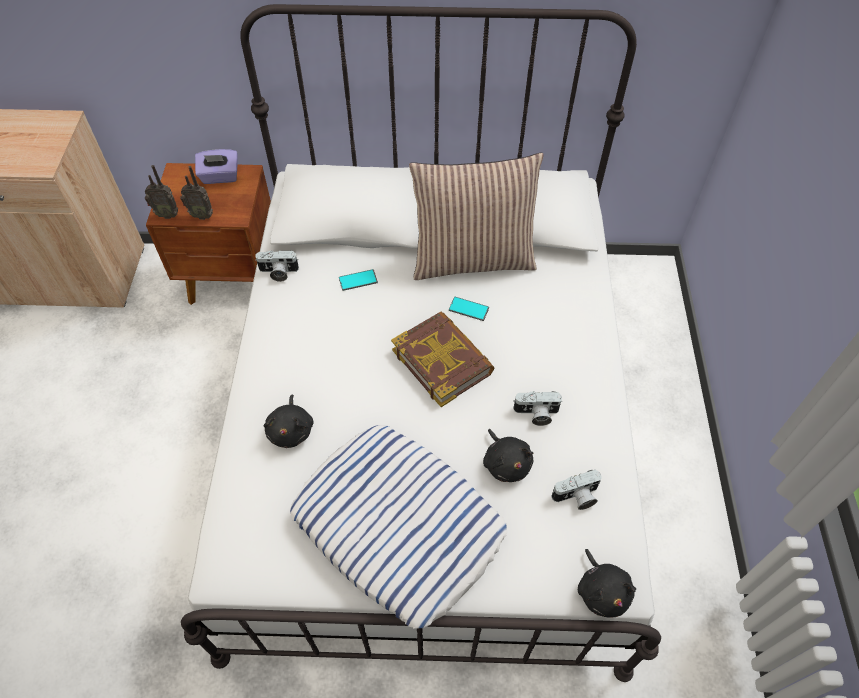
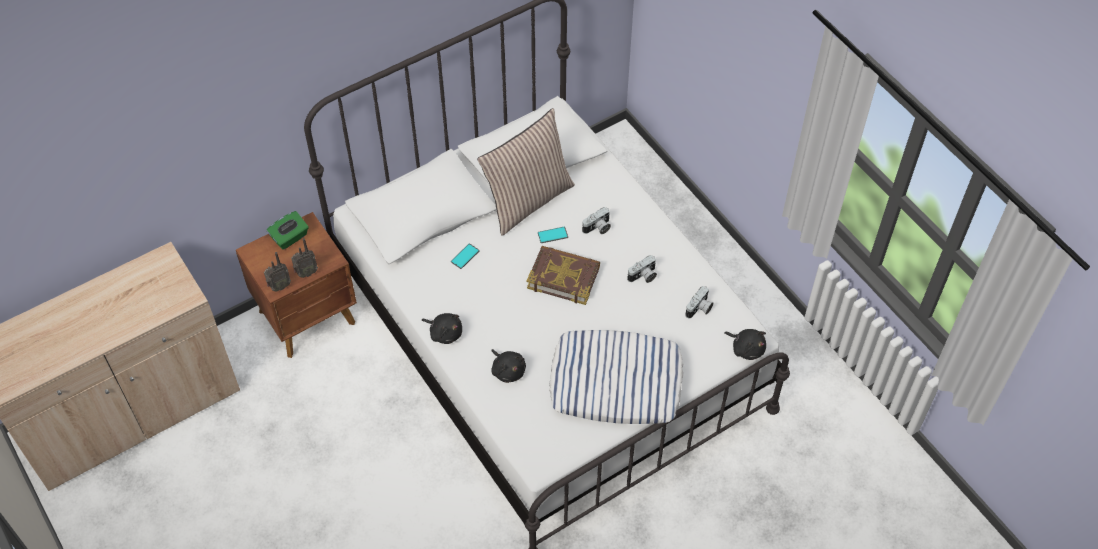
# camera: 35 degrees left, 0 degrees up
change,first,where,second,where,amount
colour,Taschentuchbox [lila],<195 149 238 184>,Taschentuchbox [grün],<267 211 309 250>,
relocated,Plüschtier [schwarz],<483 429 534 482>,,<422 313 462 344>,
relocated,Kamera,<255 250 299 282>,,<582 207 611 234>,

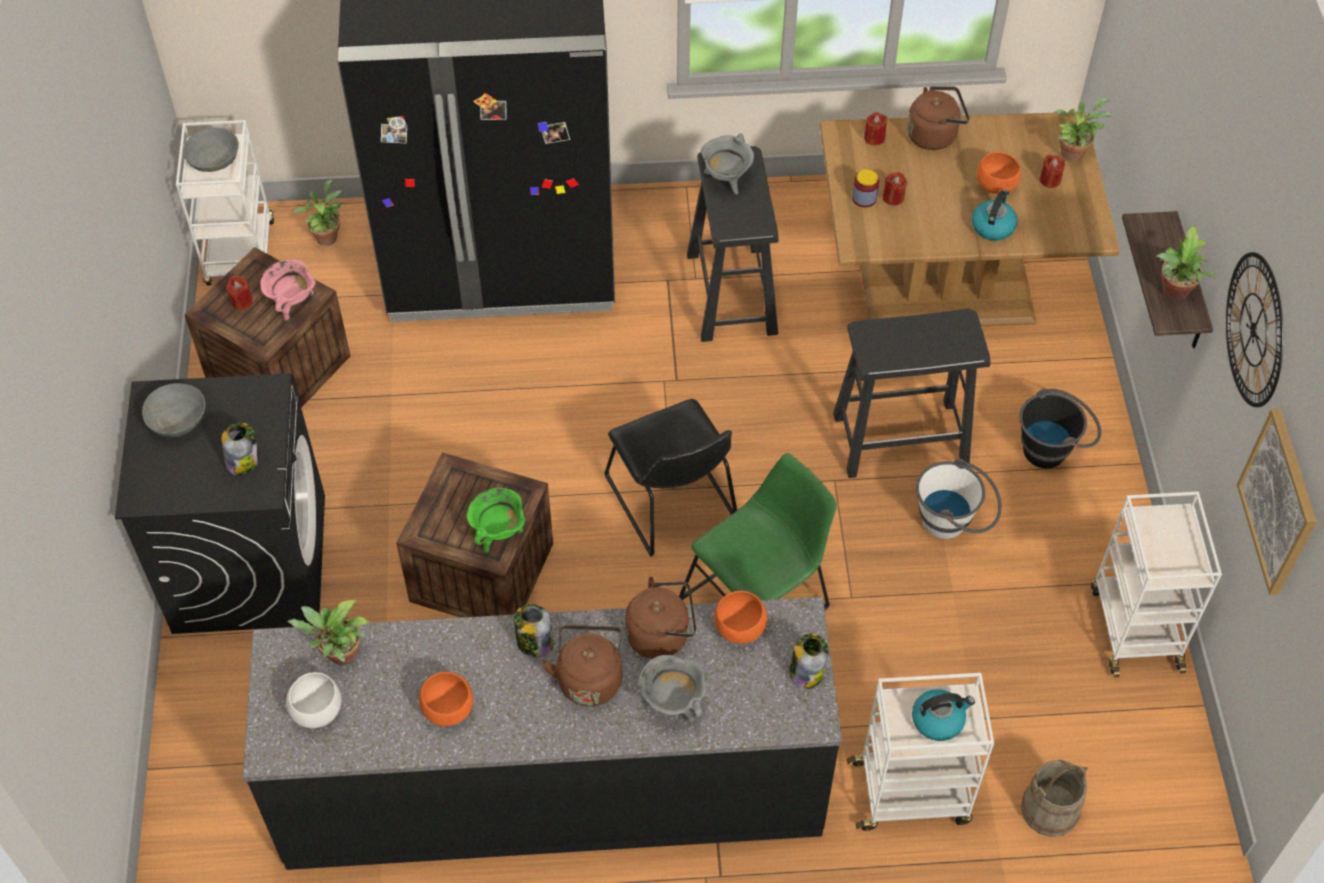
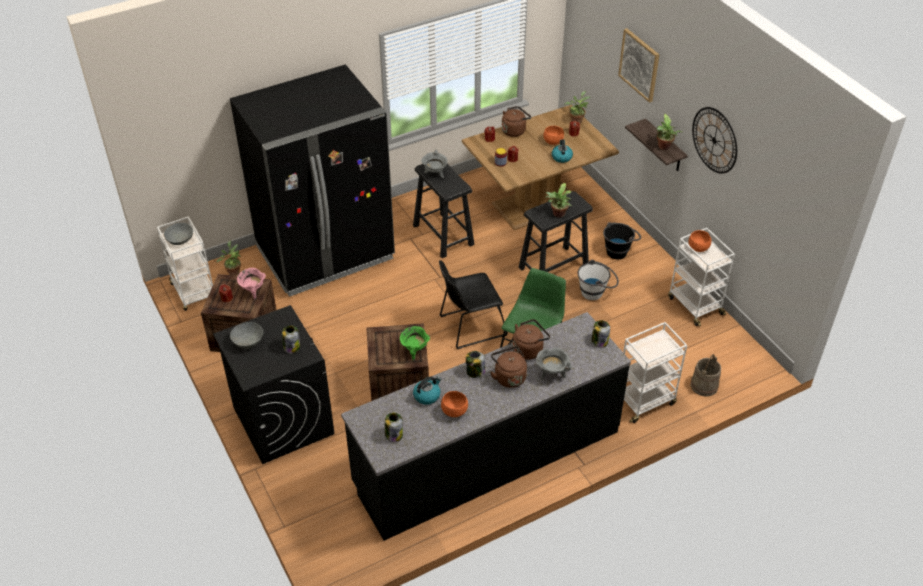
# camera: 25 degrees left, 10 degrees down
change,first,where,second,where,amount
exchanged,Schüssel [weiß],<286 672 341 728>,Vorratsglas,<385 413 403 442>,
relocated,Wasserkessel,<912 689 975 741>,,<413 377 441 405>,
spun,Stuhl [schwarz],<604 399 737 557>,,<439 260 508 349>,120 degrees clockwise
relocated,Topfpflanze,<287 600 370 665>,,<545 183 572 218>,
relocated,Bild,<1237 409 1317 595>,,<618 28 659 103>,
relocated,Schüssel [orange],<714 591 767 644>,,<689 230 711 252>,

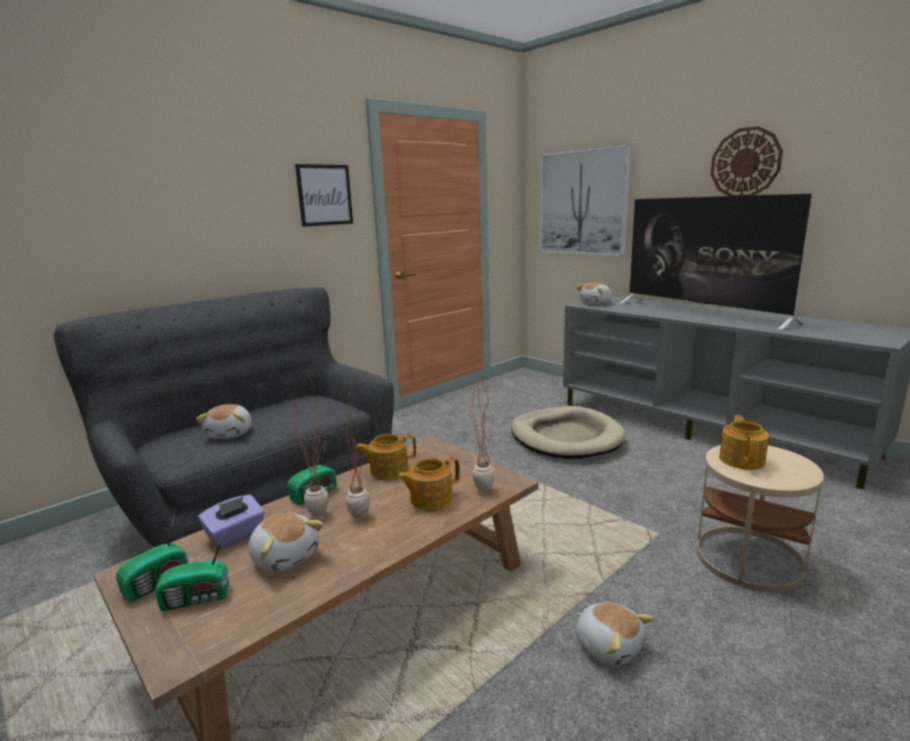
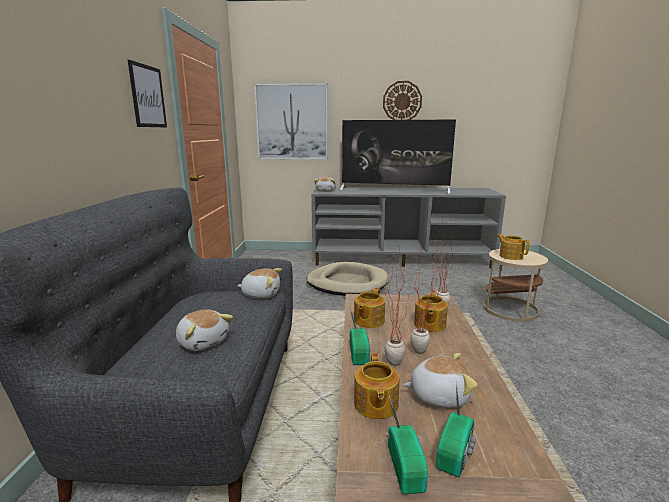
# camera: 45 degrees left, 0 degrees up
change,first,where,second,where,amount
relocated,Plüschtier,<576 602 654 666>,,<237 268 282 299>,
exchanged,Taschentuchbox [lila],<198 495 265 548>,Teekanne,<354 353 399 419>,

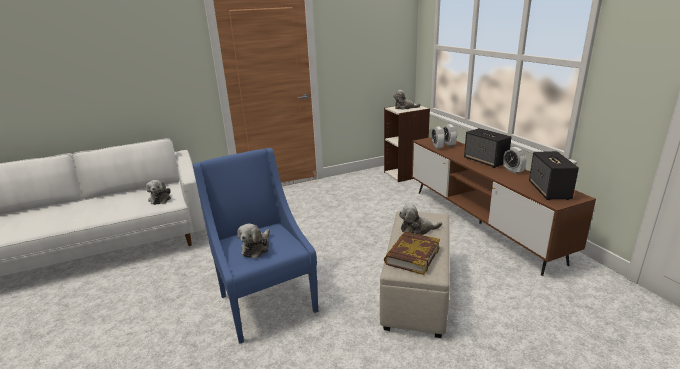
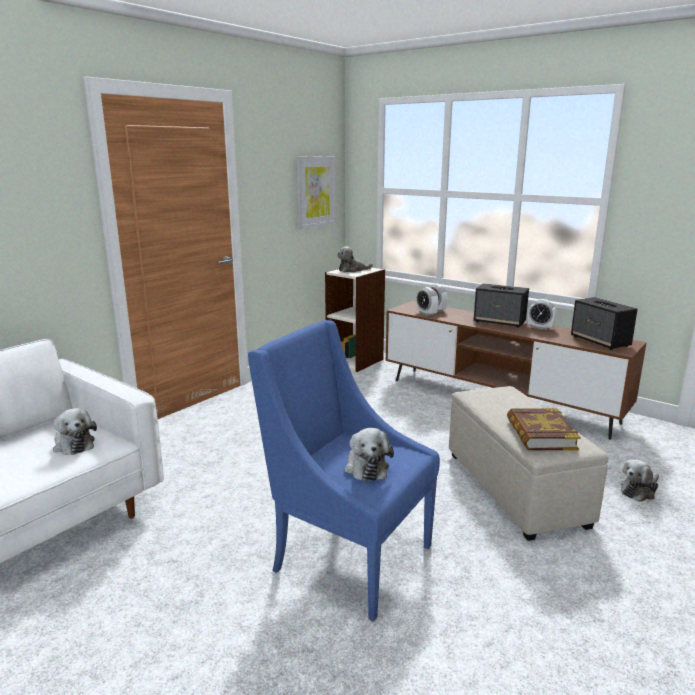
# camera: 30 degrees left, 5 degrees down
change,first,where,second,where,amount
appeared,,,Bild,<296 156 336 229>,
relocated,Plüschtier,<399 204 442 235>,,<621 459 659 502>,

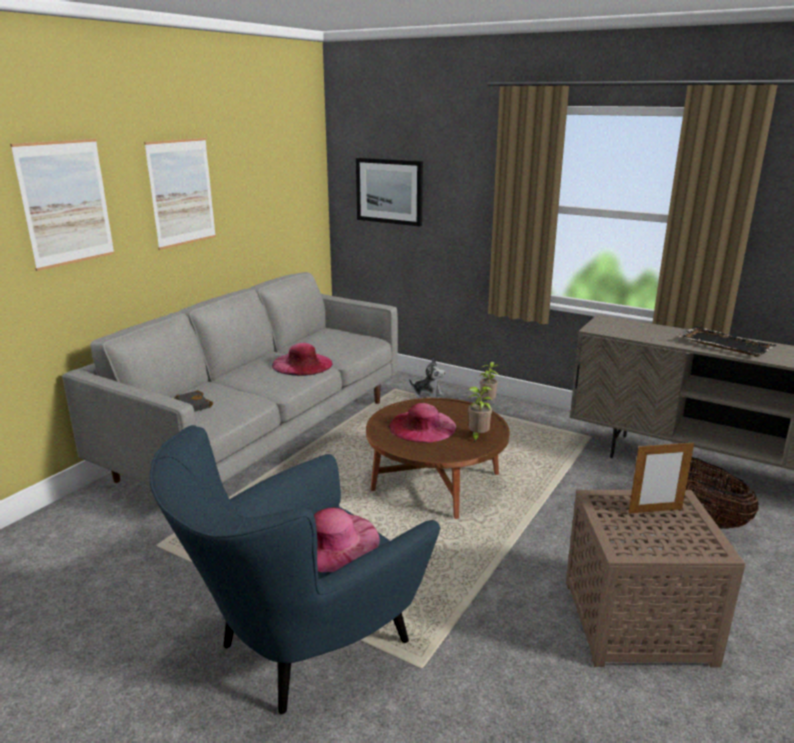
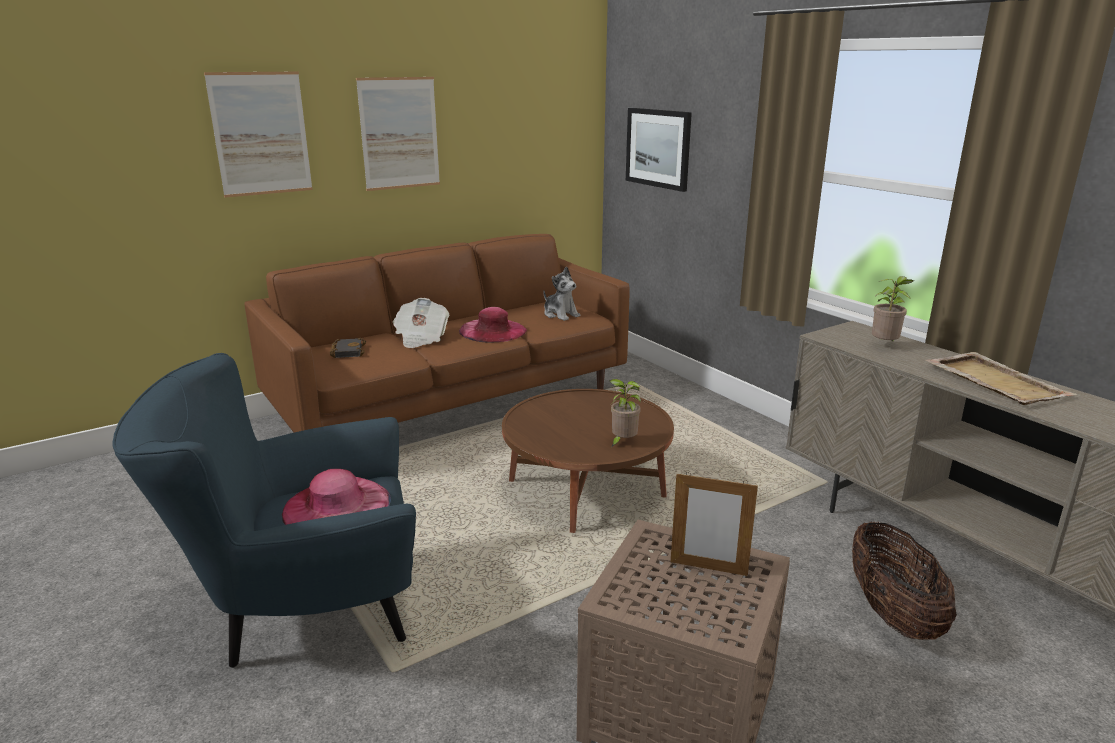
# camera: 25 degrees right, 0 degrees up
change,first,where,second,where,amount
colour,Sofa [grau],<62 272 398 486>,Sofa [braun],<245 234 629 432>,
appeared,,,Zeitung,<393 298 449 348>,
relocated,Plüschtier,<409 359 445 398>,,<544 266 580 321>,
relocated,Topfpflanze,<480 362 499 400>,,<872 276 914 341>,
colour,Tablett [schwarz],<678 326 776 357>,Tablett [beige],<925 352 1077 405>,
missing,Hut [rosa],<389 403 456 443>,,,

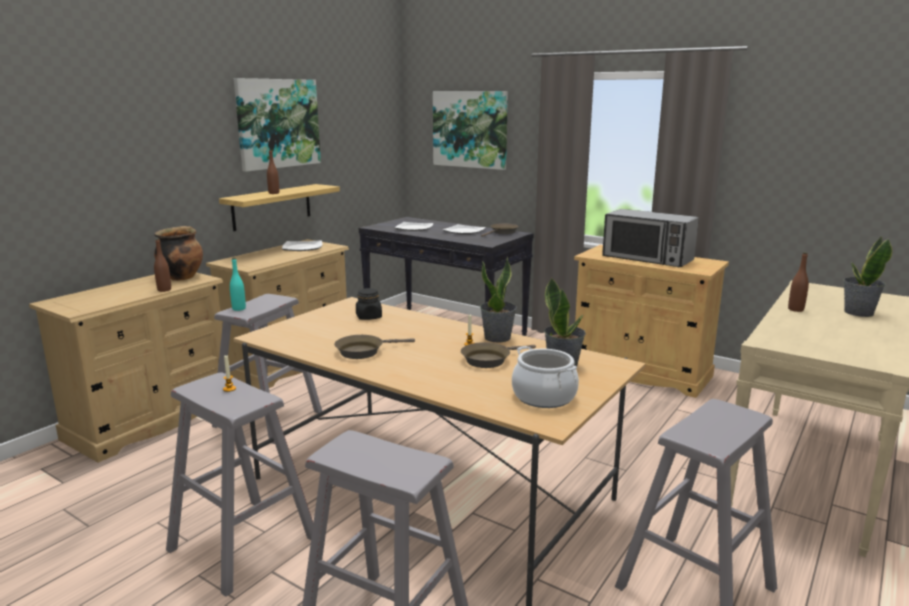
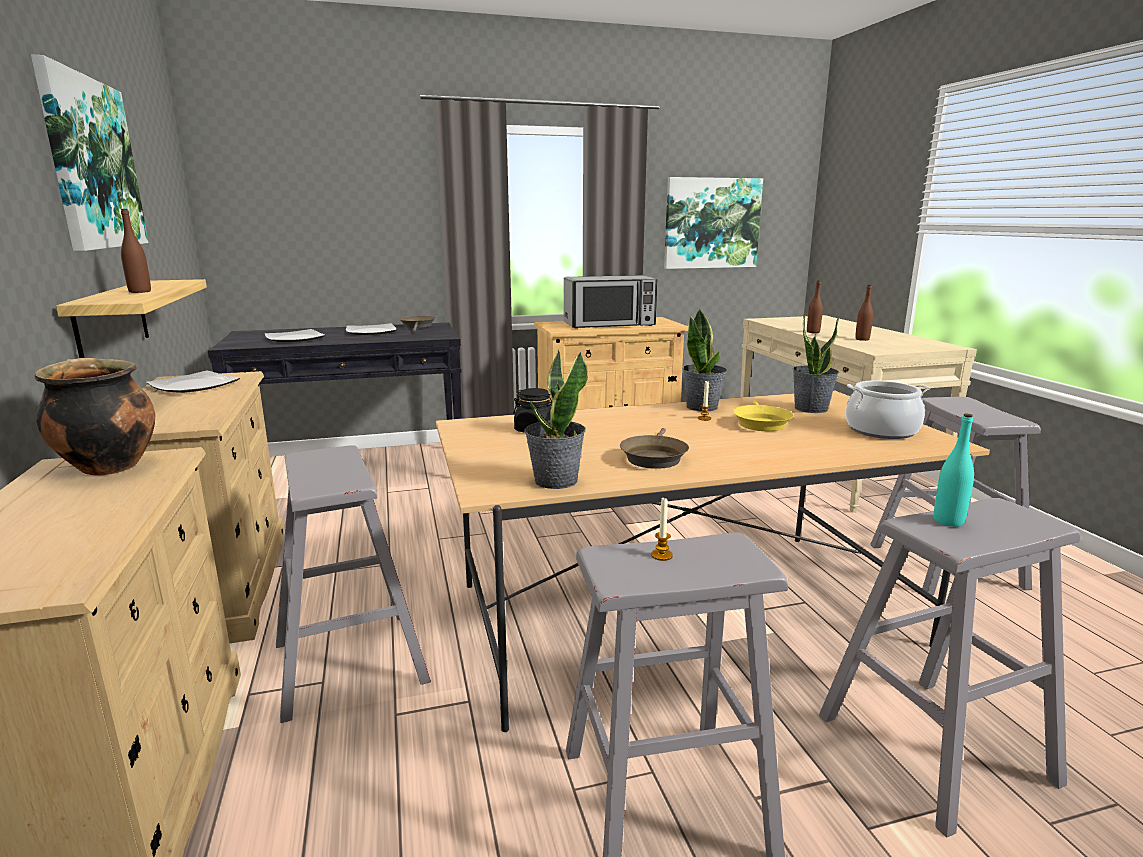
# camera: 50 degrees left, 0 degrees up
change,first,where,second,where,amount
relocated,Topfpflanze,<844 236 892 317>,,<524 350 588 489>,
relocated,Bild,<433 91 508 170>,,<664 177 763 269>,
colour,Pfanne [braun],<461 342 536 368>,Pfanne [gelb],<733 400 794 431>,
relocated,Flasche [braun],<154 239 171 292>,,<855 285 873 341>,
relocated,Flasche [türkis],<230 258 246 311>,,<934 413 974 527>,

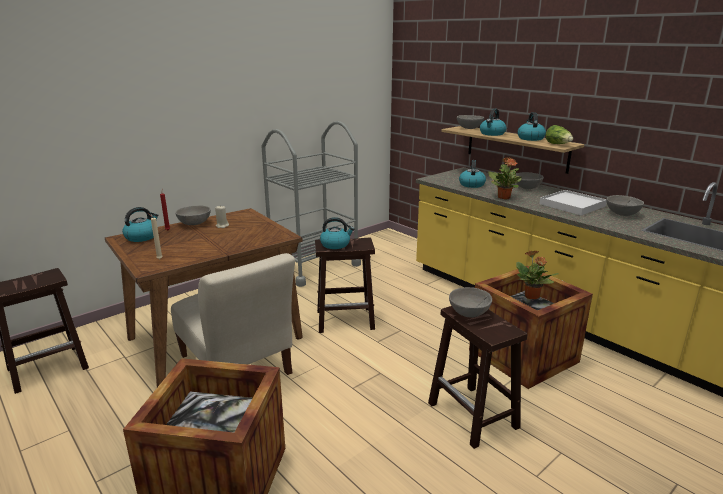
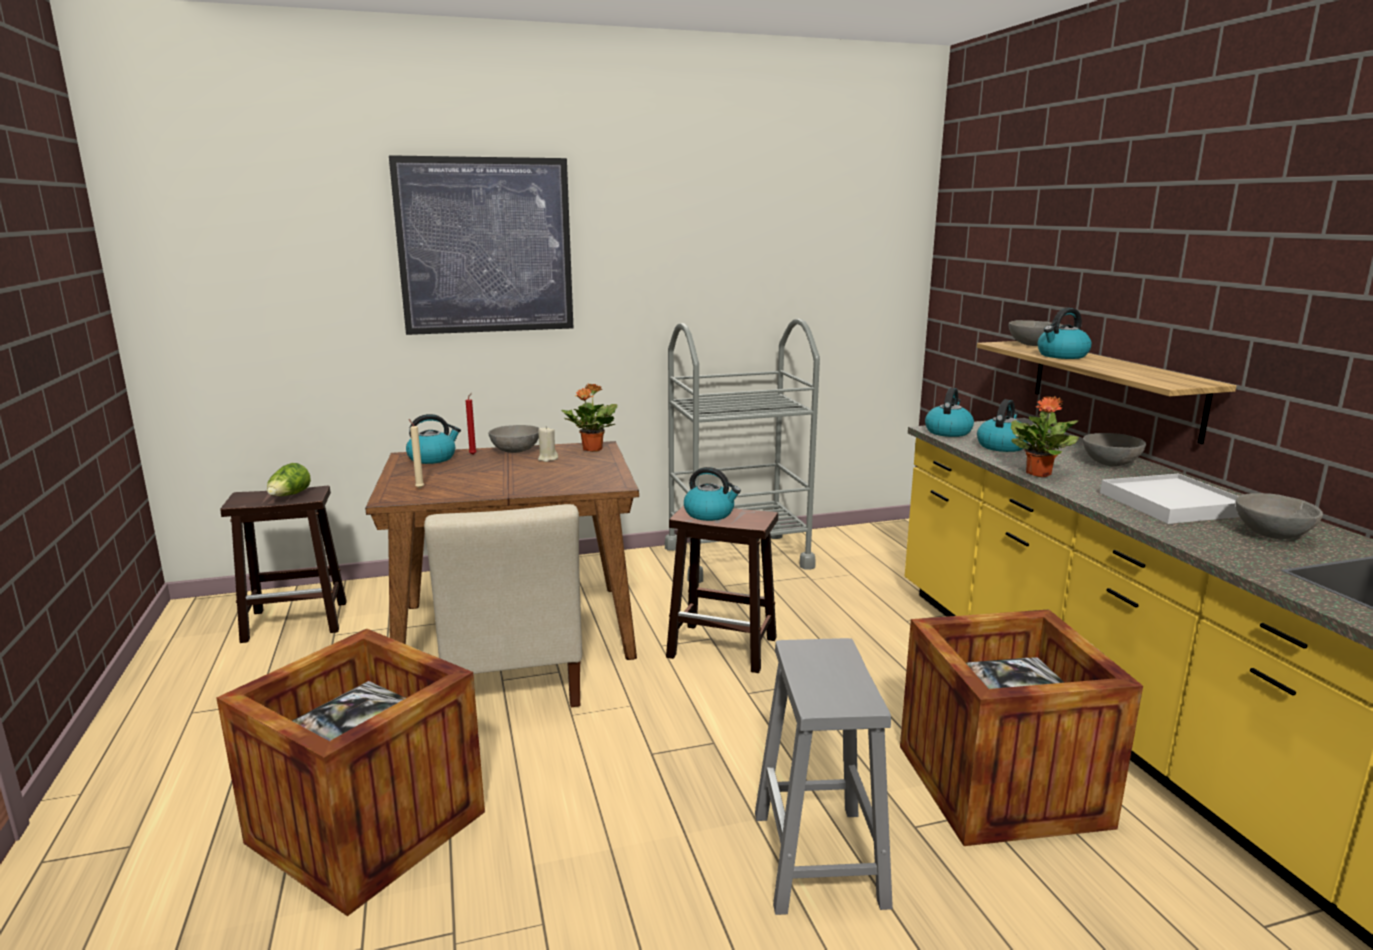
# camera: 25 degrees right, 5 degrees down
change,first,where,second,where,amount
relocated,Salatkopf,<545 125 573 144>,,<267 463 311 496>,
appeared,,,Bild,<389 155 573 335>,
relocated,Topfpflanze,<516 250 558 299>,,<561 384 617 452>,
colour,Hocker [braun],<428 306 527 449>,Hocker [grau],<755 638 893 915>,
relocated,Wasserkessel,<517 112 546 141>,,<925 388 974 437>,
missing,Schüssel [grau],<449 287 492 318>,,,

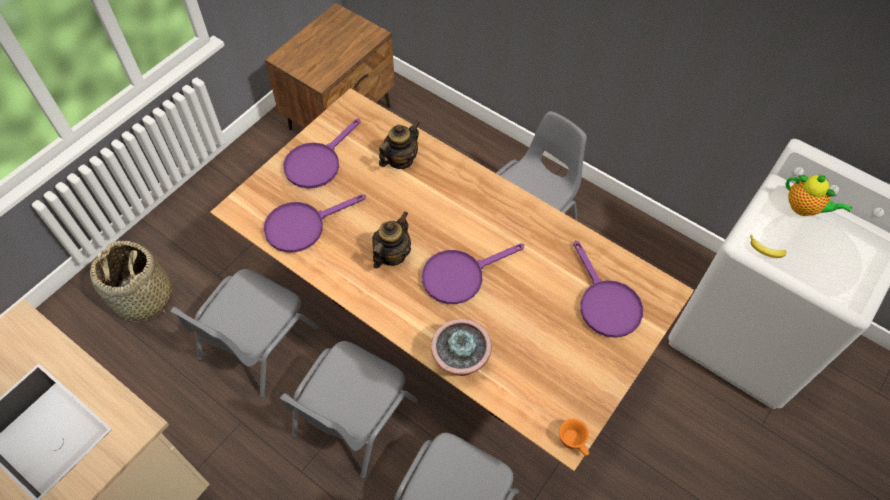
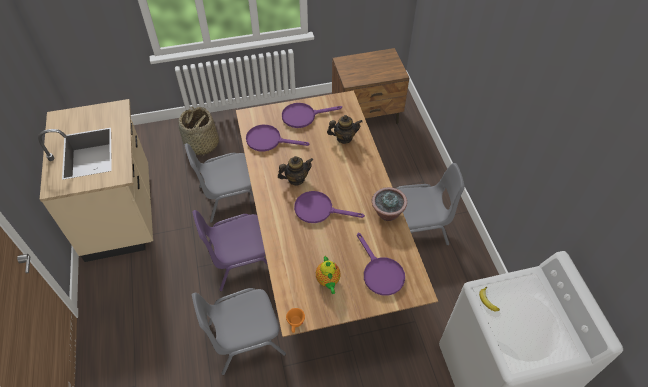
# camera: 40 degrees right, 5 degrees down
change,first,where,second,where,amount
colour,Stuhl [grau],<280 341 417 479>,Stuhl [lila],<192 210 268 291>,
relocated,Teekanne,<785 175 852 216>,,<316 256 341 294>,
spun,Pfanne [lila],<573 240 643 338>,,<357 233 405 295>,45 degrees counterclockwise
relocated,Topfpflanze,<431 319 492 376>,,<372 187 407 221>,

